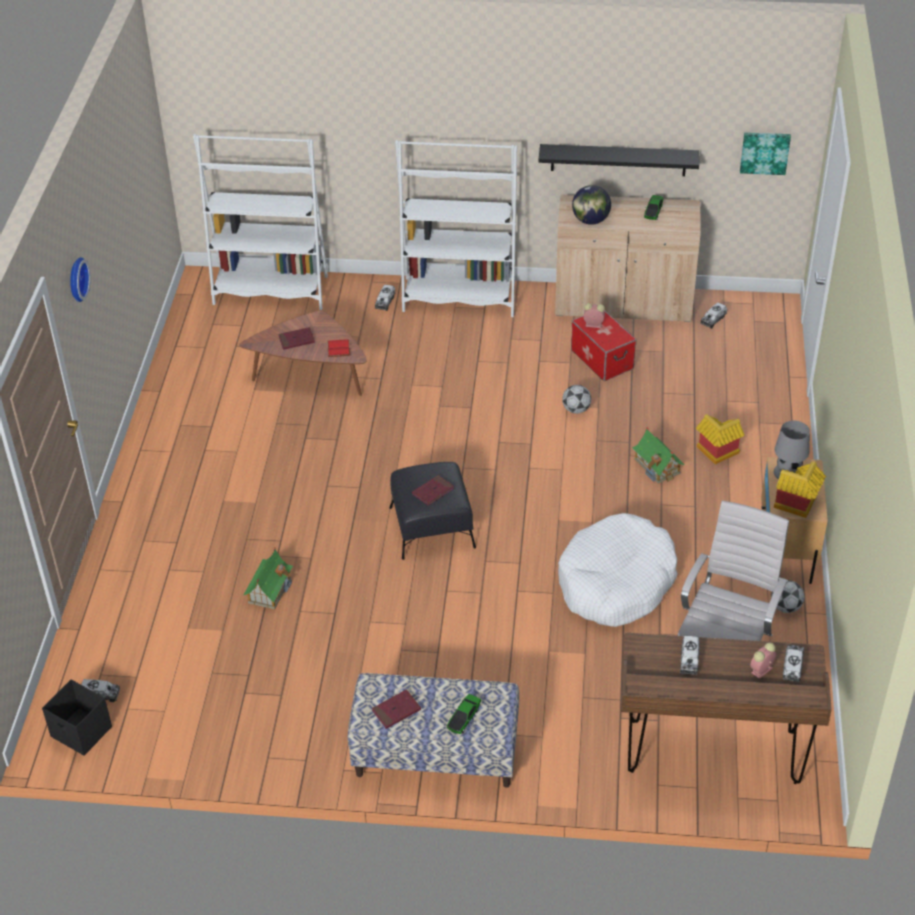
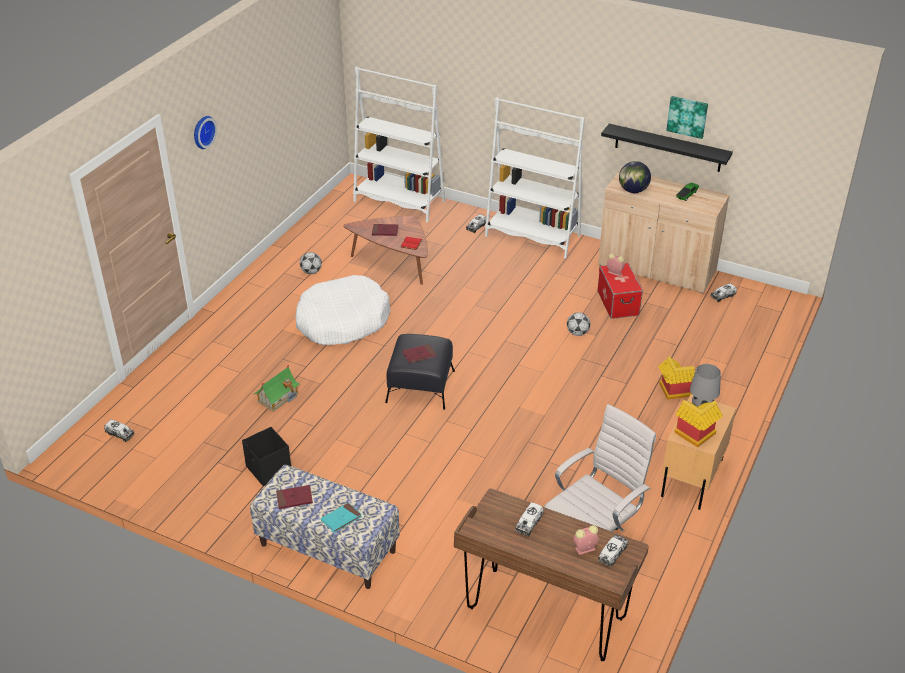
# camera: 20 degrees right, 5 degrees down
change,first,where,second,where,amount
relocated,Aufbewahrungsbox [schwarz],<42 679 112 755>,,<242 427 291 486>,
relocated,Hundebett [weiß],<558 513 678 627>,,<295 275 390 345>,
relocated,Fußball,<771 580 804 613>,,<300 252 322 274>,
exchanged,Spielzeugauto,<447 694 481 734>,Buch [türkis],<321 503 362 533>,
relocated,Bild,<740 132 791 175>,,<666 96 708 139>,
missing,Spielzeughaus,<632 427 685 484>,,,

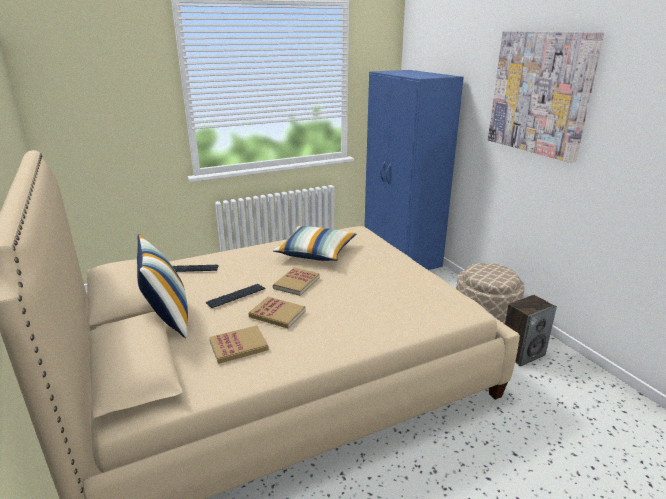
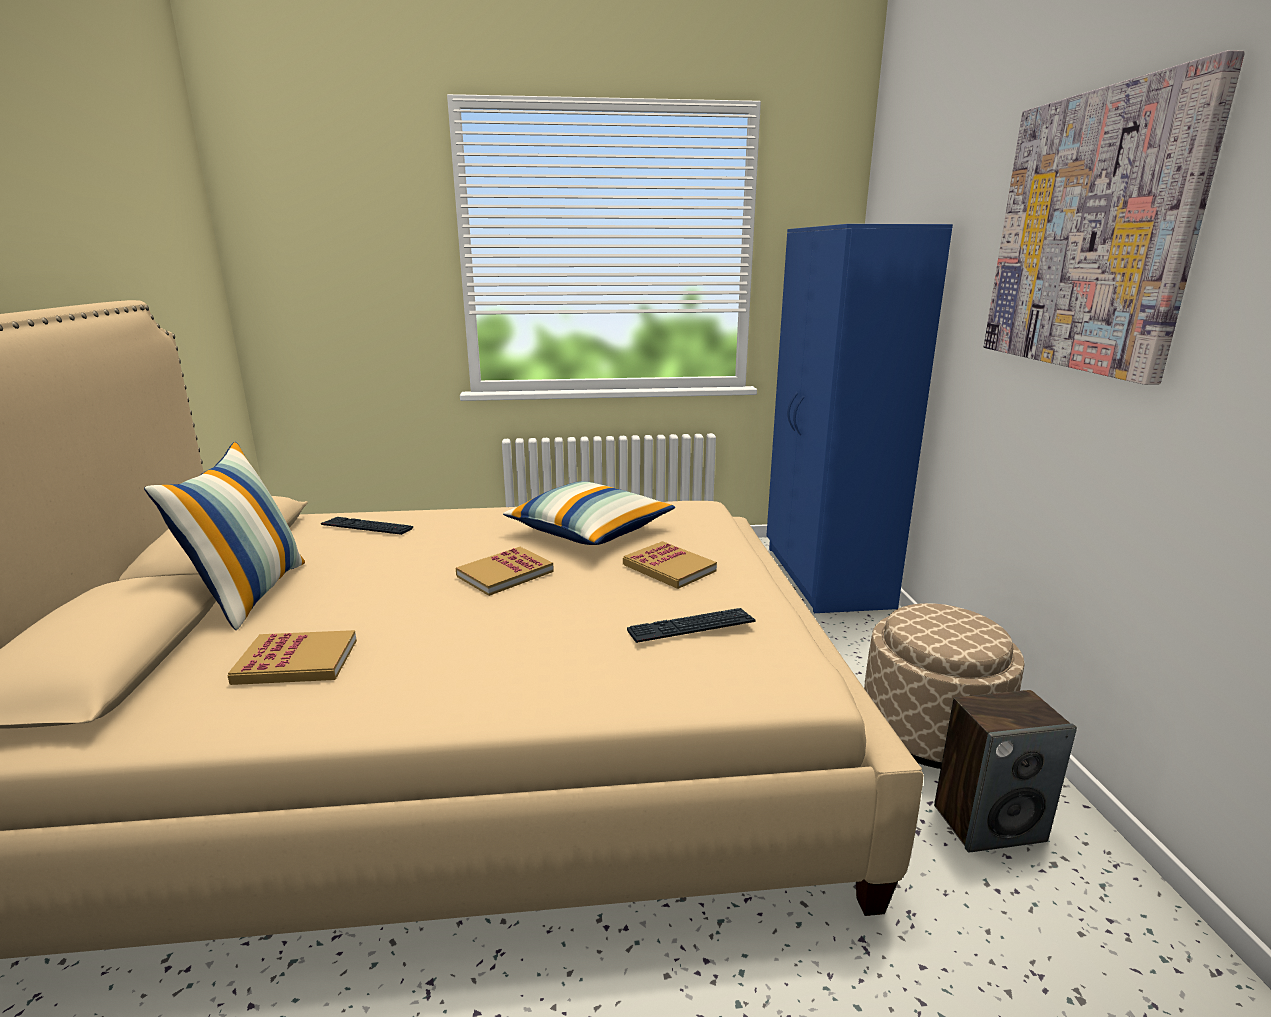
# camera: 20 degrees right, 5 degrees down
change,first,where,second,where,amount
relocated,Buch,<249 297 306 329>,,<623 541 717 589>,
relocated,Tastatur,<206 284 265 308>,,<627 608 755 643>,

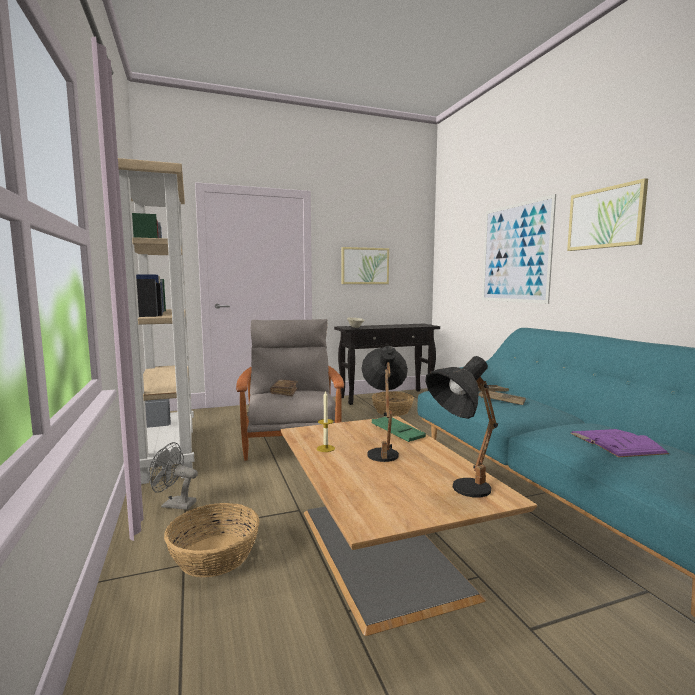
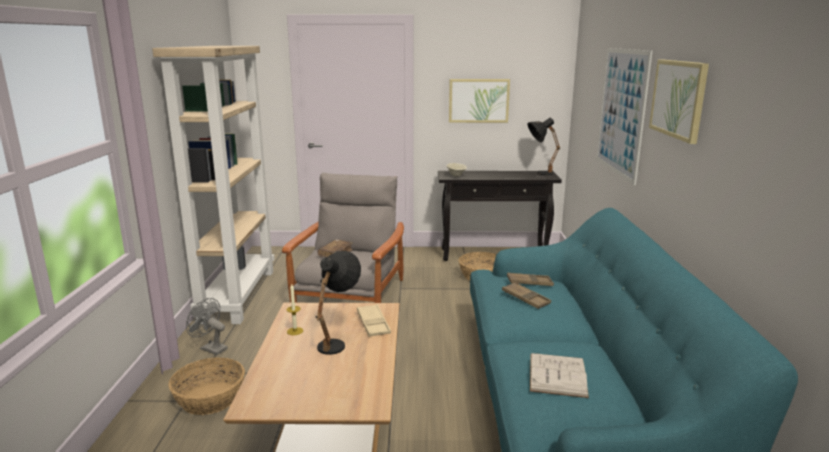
# camera: 20 degrees right, 10 degrees up
change,first,where,second,where,amount
colour,Tablett [grün],<372 417 426 442>,Tablett [beige],<357 304 391 337>,
relocated,Tischlampe [schwarz],<425 356 498 497>,,<527 118 560 175>,
colour,Buch [lila],<571 429 669 457>,Buch [weiß],<530 353 589 398>,

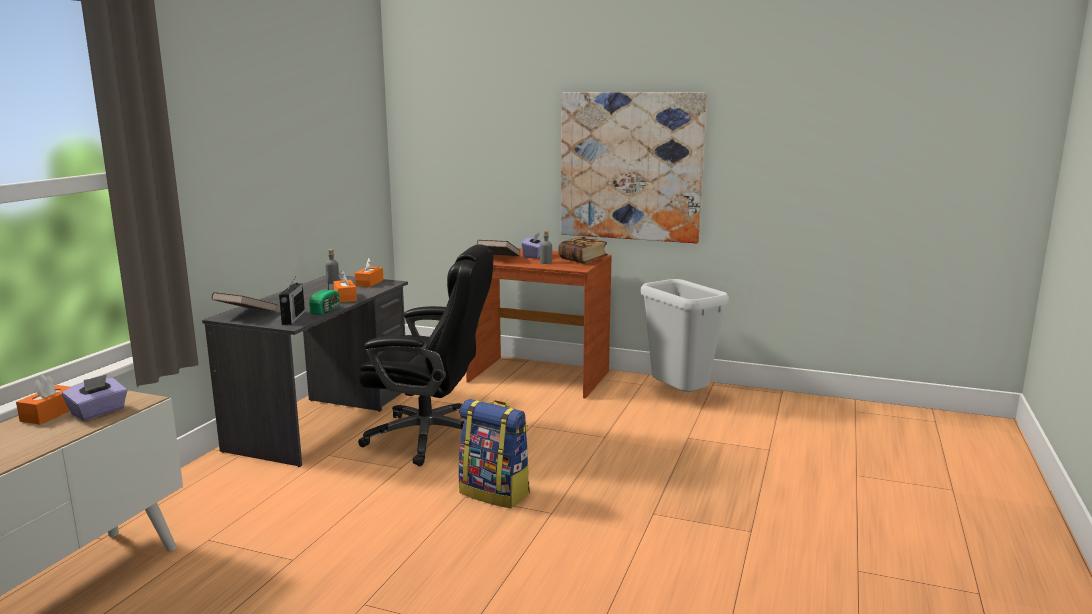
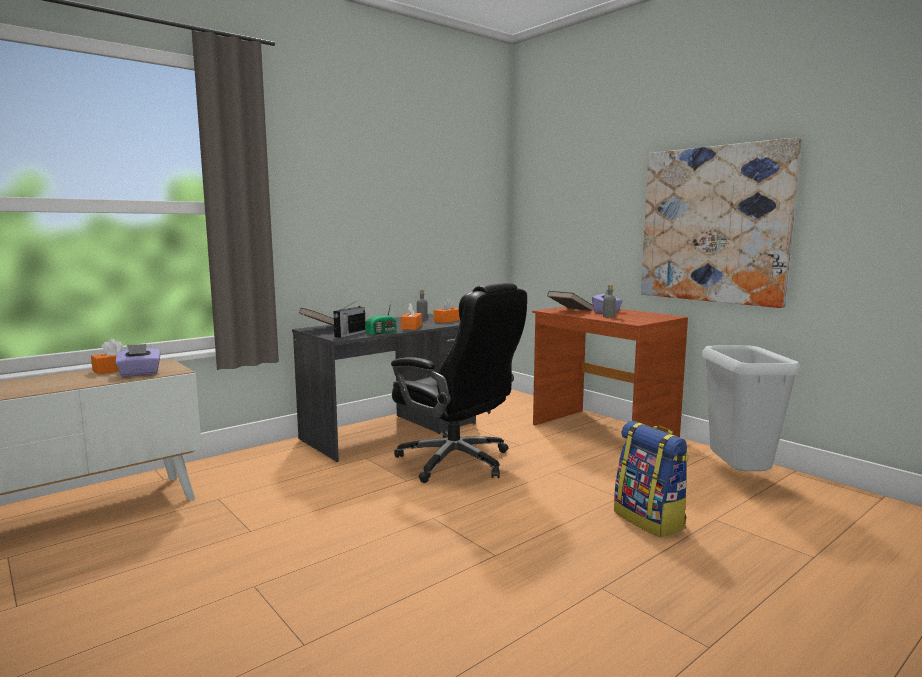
# camera: 30 degrees right, 5 degrees down
change,first,where,second,where,amount
relocated,Rucksack,<458 399 530 508>,,<614 421 689 537>,
missing,Buch,<558 237 608 264>,,,

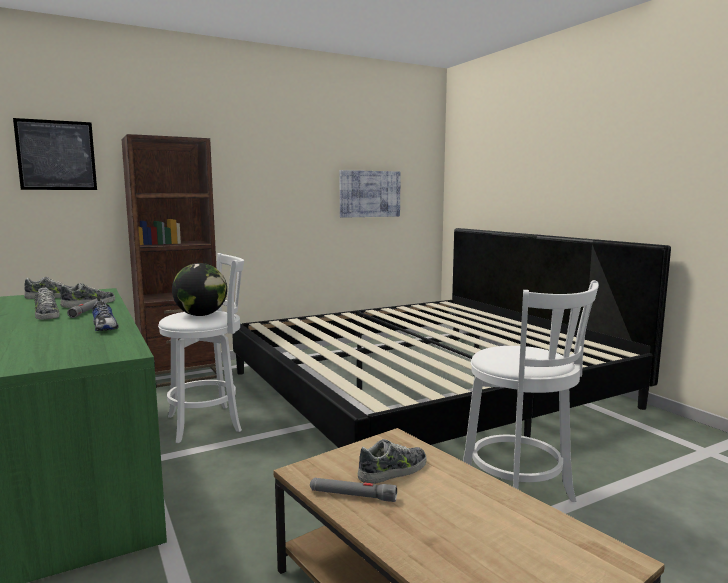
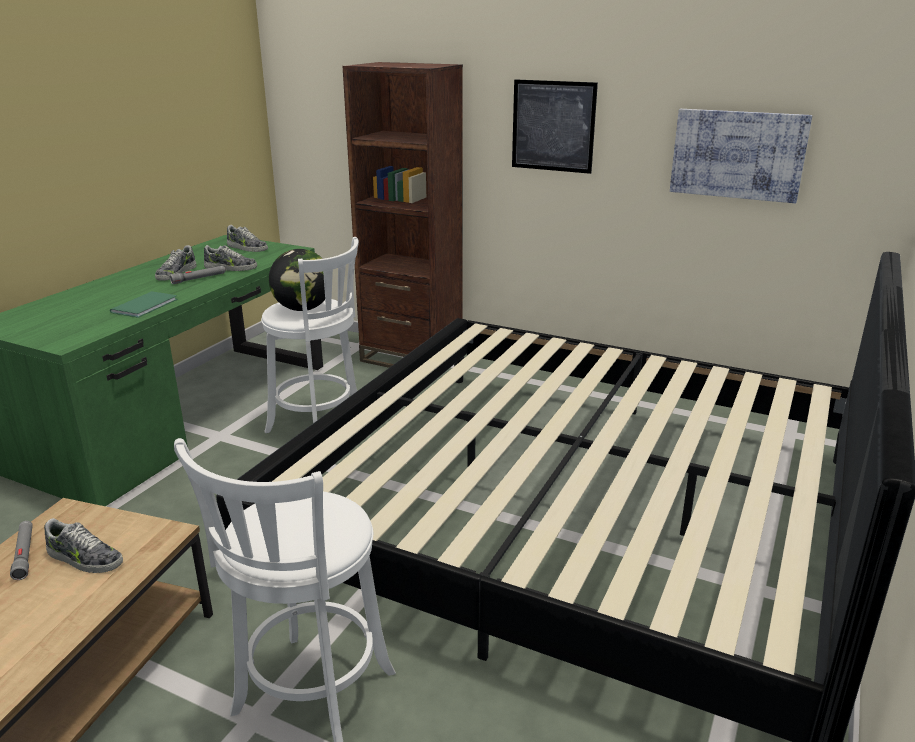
# camera: 55 degrees right, 15 degrees up
change,first,where,second,where,amount
exchanged,Schuh,<92 297 118 331>,Buch [grün],<110 291 178 318>,
relocated,Bild,<13 118 97 190>,,<512 79 598 174>,

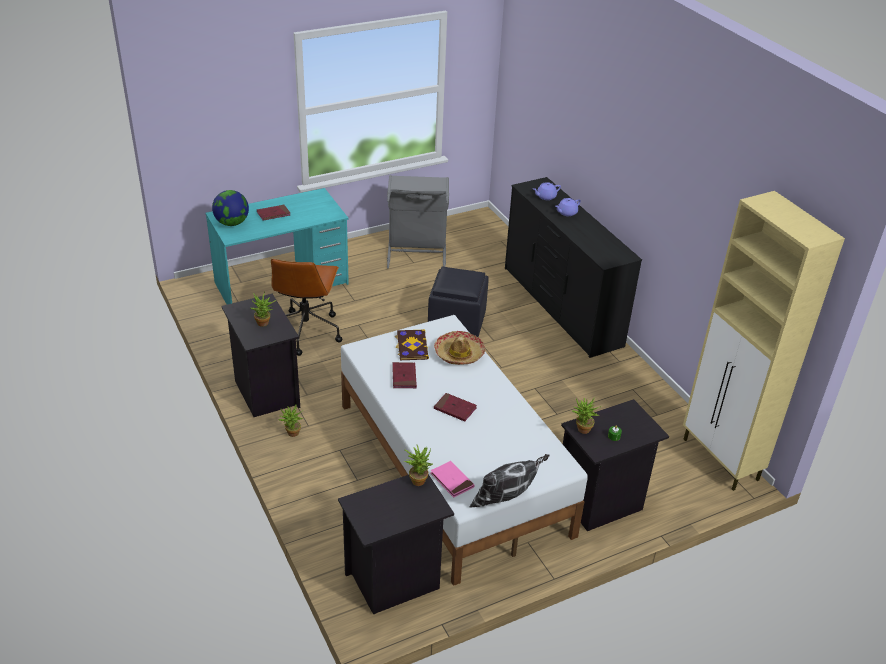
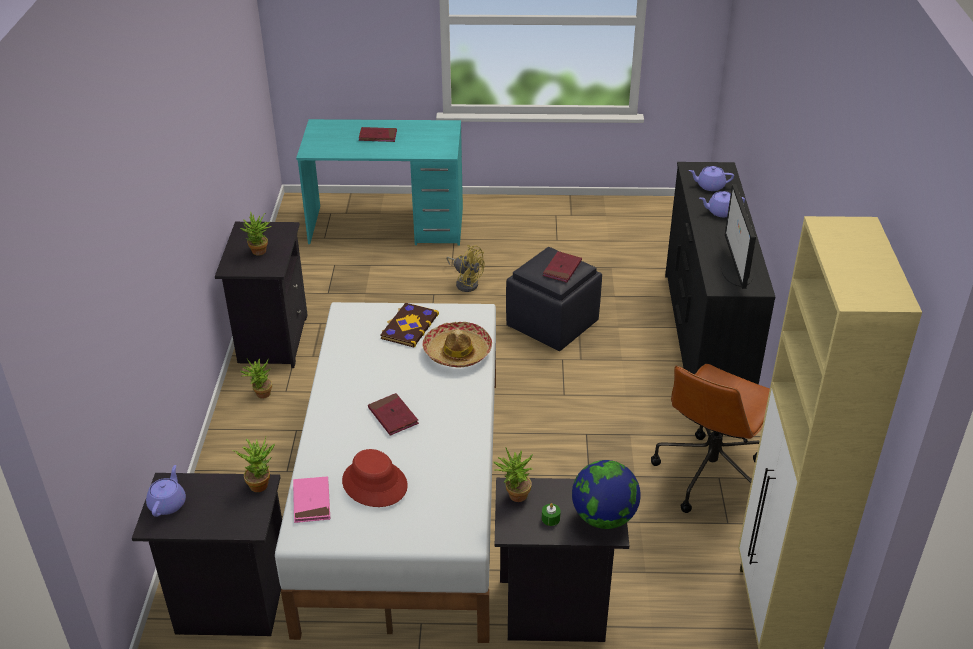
# camera: 30 degrees right, 0 degrees up
change,first,where,second,where,amount
appeared,,,Teekanne [lila],<146 465 186 517>,
appeared,,,Hut [rot],<342 449 408 507>,
appeared,,,Ventilator [gelb],<446 245 484 292>,
relocated,Buch [rot],<392 362 417 388>,,<543 251 582 283>,
relocated,Globus,<212 190 249 226>,,<572 460 641 529>,
relocated,Bürostuhl [braun],<271 259 342 356>,,<651 364 770 513>,
appeared,,,Monitor,<721 184 756 289>,
missing,Wäschekorb [grau],<387 175 449 269>,,,
missing,Kissen,<470 454 550 508>,,,

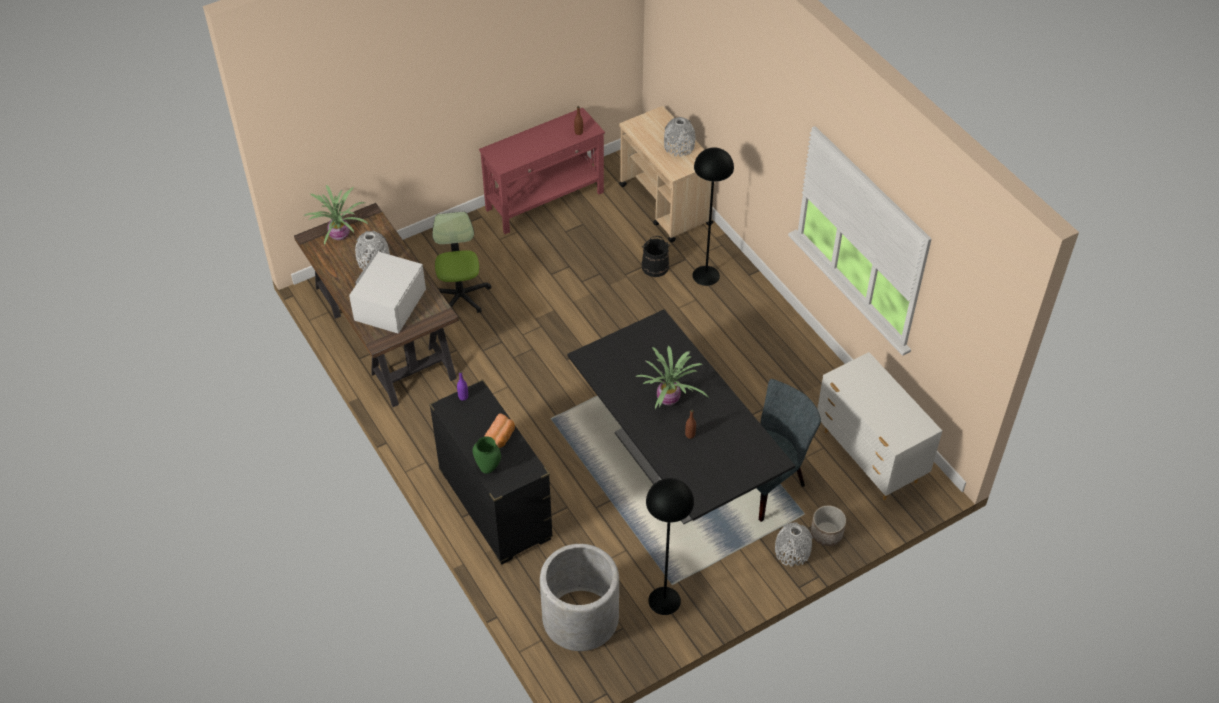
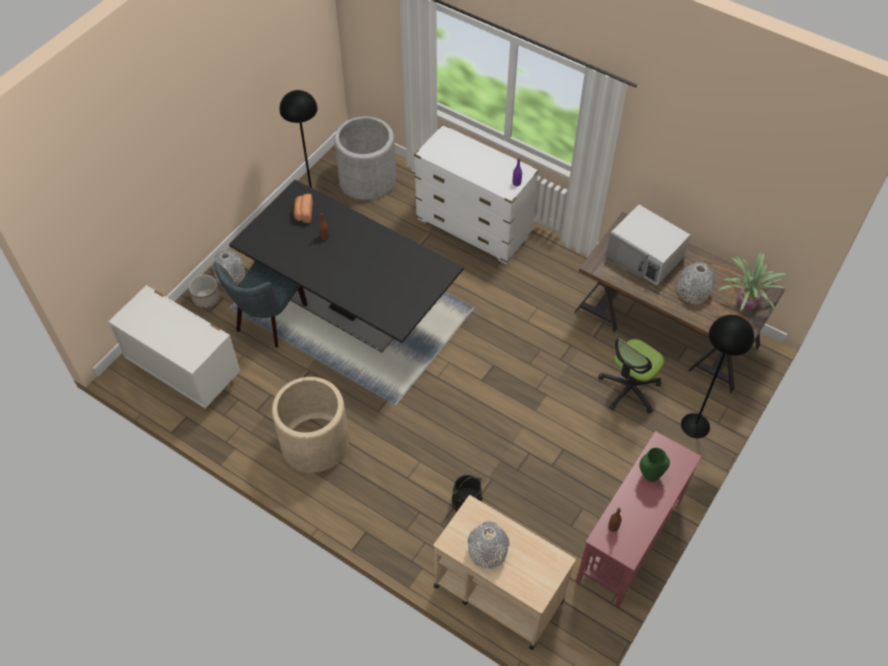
# camera: 155 degrees right, 5 degrees up
change,first,where,second,where,amount
appeared,,,Pflanzkübel [beige],<272 377 349 473>,
relocated,Brot,<484 413 515 448>,,<293 194 313 223>,
colour,Kommode [schwarz],<429 379 553 564>,Kommode [weiß],<414 124 539 265>,
spun,Bürostuhl,<432 211 491 313>,,<598 338 664 414>,75 degrees clockwise
spun,Mikrowelle [weiß],<349 251 426 334>,,<606 205 690 285>,135 degrees clockwise
relocated,Vase [grün],<473 436 501 474>,,<639 448 670 482>,
relocated,Stehlampe [schwarz],<692 147 734 286>,,<681 315 754 438>,
missing,Topfpflanze,<635 346 708 409>,,,

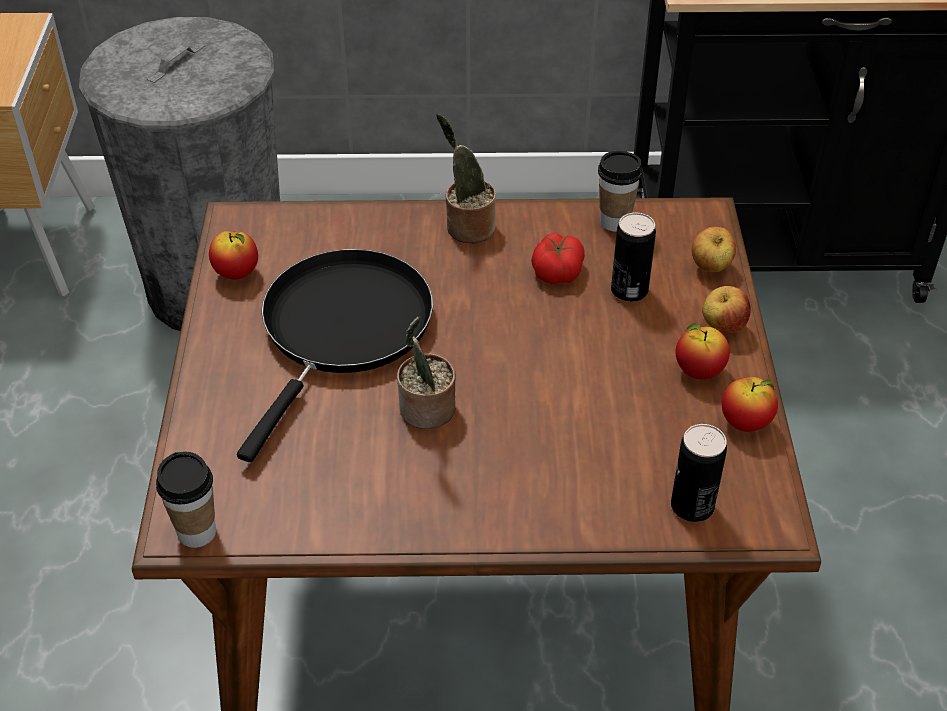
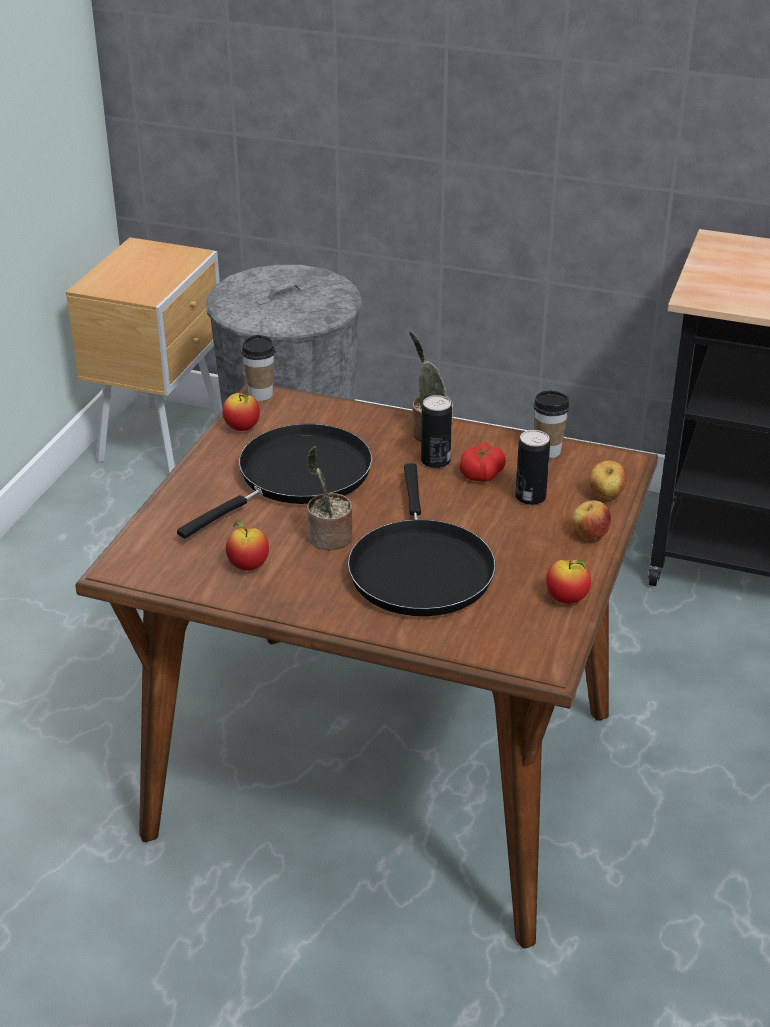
# camera: 20 degrees right, 10 degrees down
change,first,where,second,where,amount
relocated,Apfel,<675 323 730 379>,,<226 520 269 570>,
relocated,Tasse,<156 452 216 548>,,<241 335 275 401>,
appeared,,,Pfanne [schwarz],<348 463 496 616>,
relocated,Dose,<671 424 727 522>,,<421 395 452 468>,

